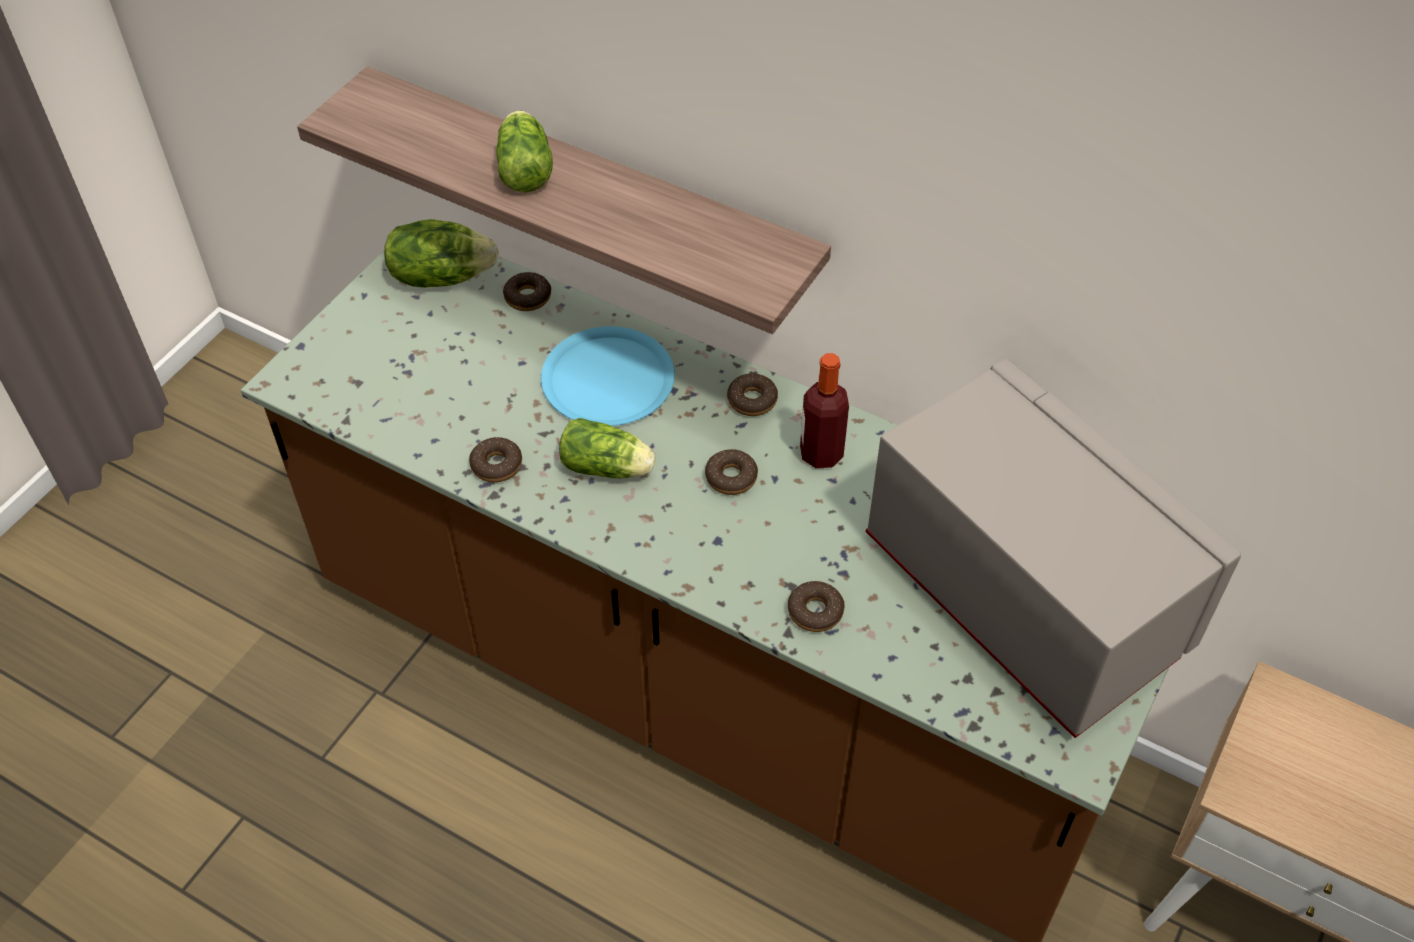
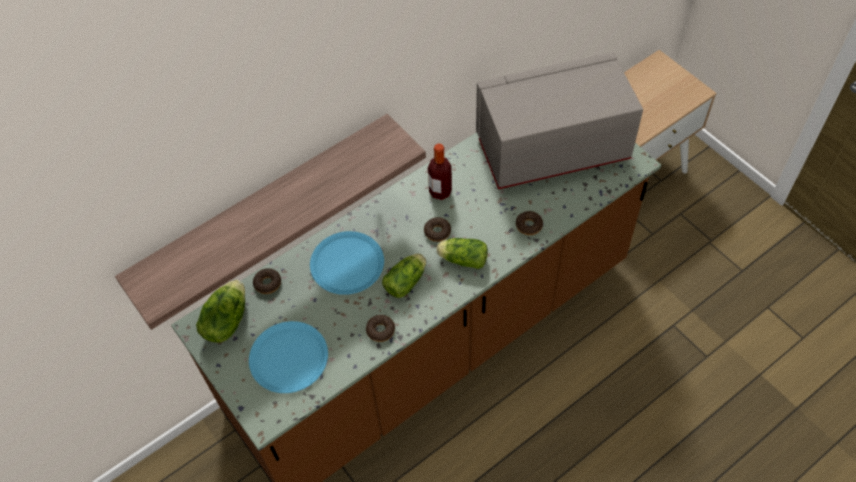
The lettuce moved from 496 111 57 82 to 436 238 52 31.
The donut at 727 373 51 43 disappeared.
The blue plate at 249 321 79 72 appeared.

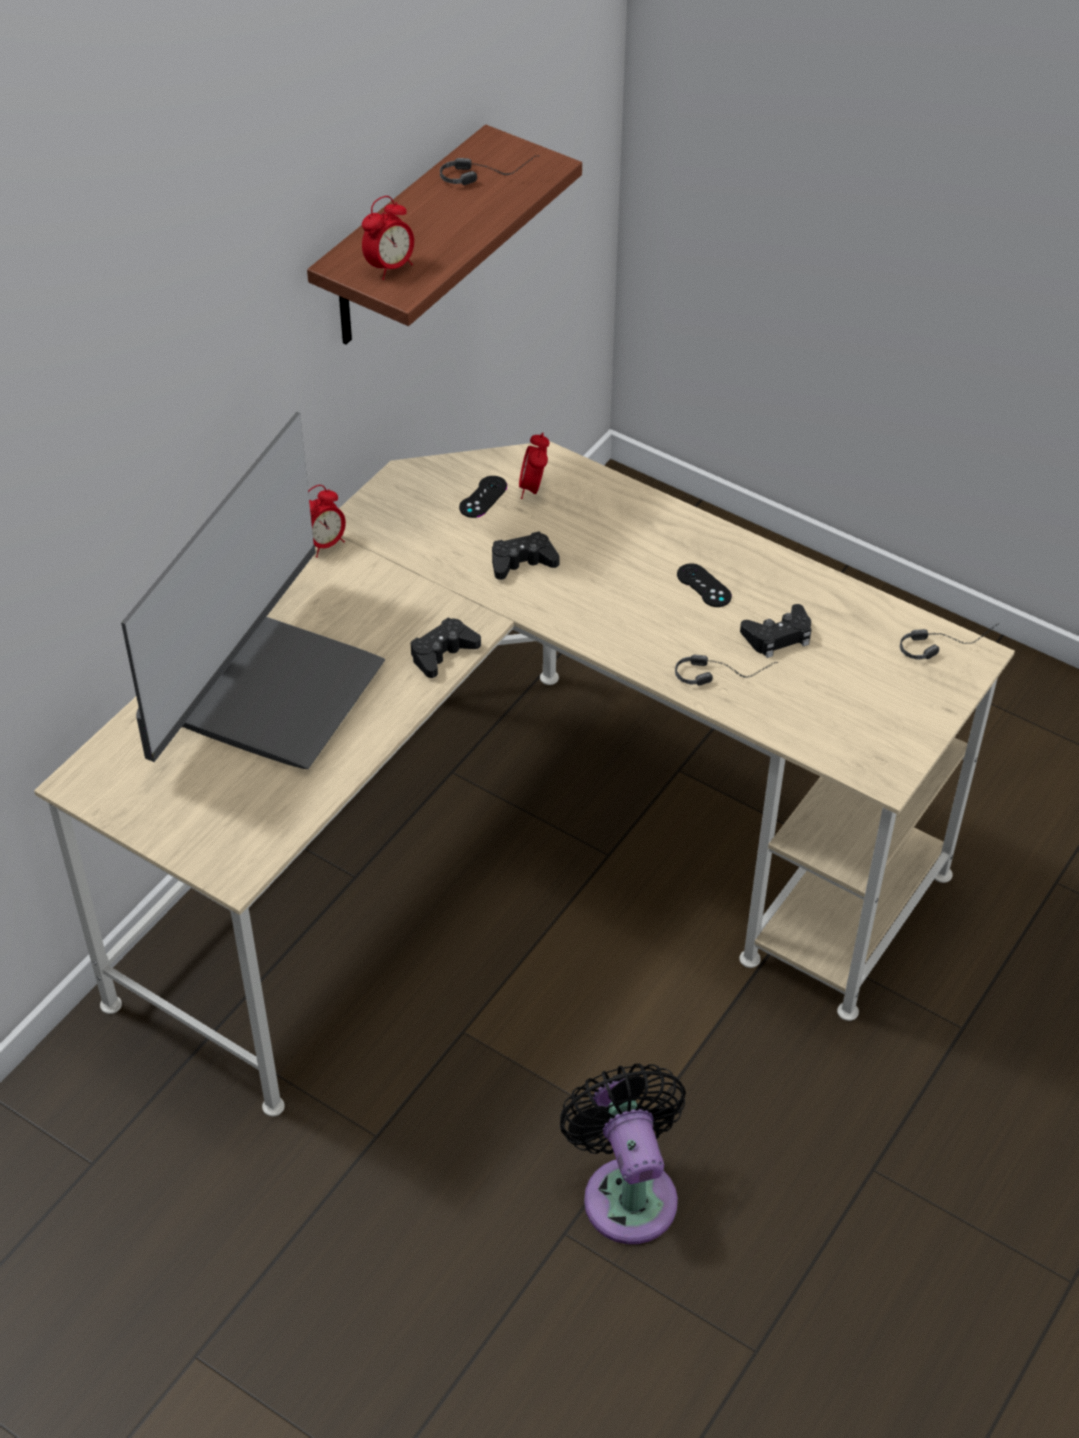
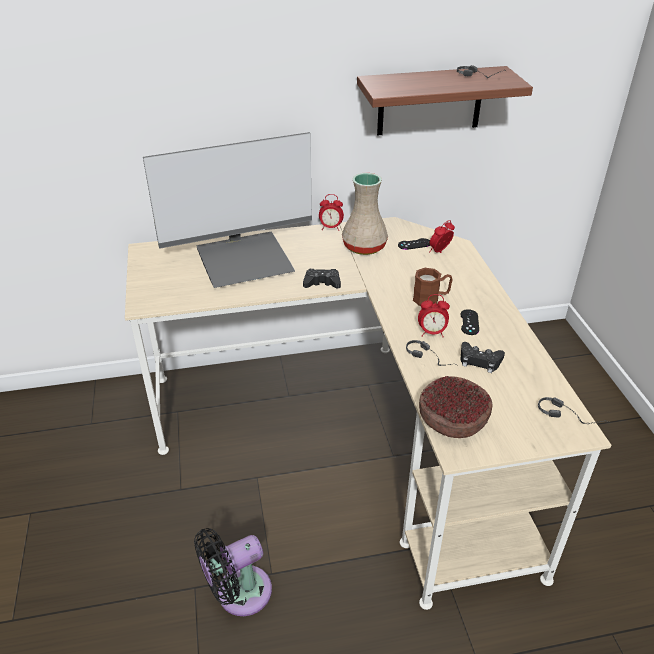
The alarm clock moved from 362 196 52 84 to 418 294 32 43.
The black game controller at 492 532 68 48 disappeared.
The black fan at 560 1064 126 180 turned 150 degrees counterclockwise.
The beige vase at 342 173 46 82 appeared.
The brown mug at 413 268 39 38 appeared.
The bowl at 419 376 74 62 appeared.

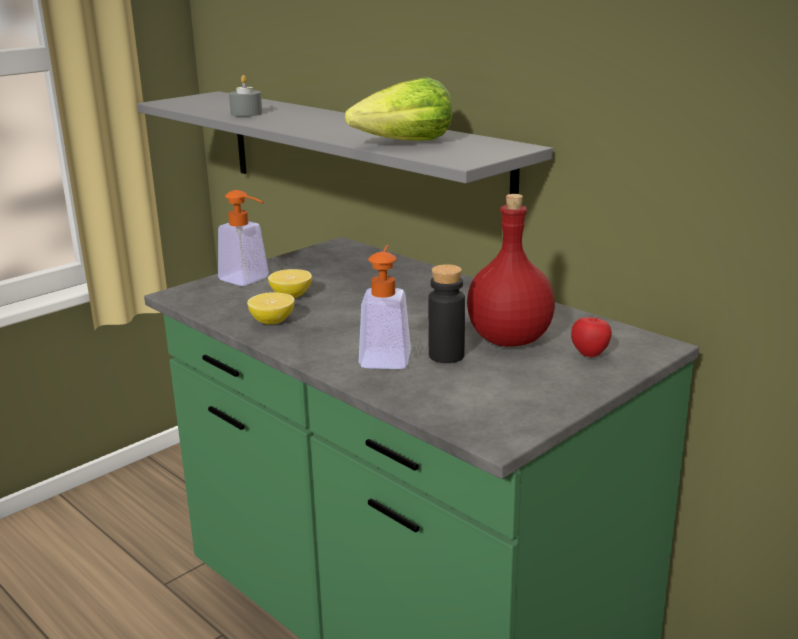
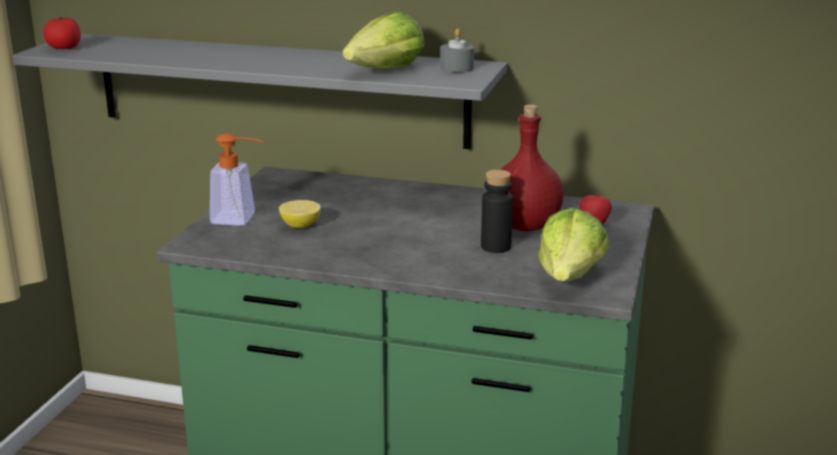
The grey candle moved from 229 75 33 42 to 440 29 34 44.
The soap dispenser at 359 245 52 124 disappeared.
The lemon at 247 292 48 32 disappeared.
The tomato at 43 17 38 32 appeared.
The lettuce at 538 208 71 74 appeared.

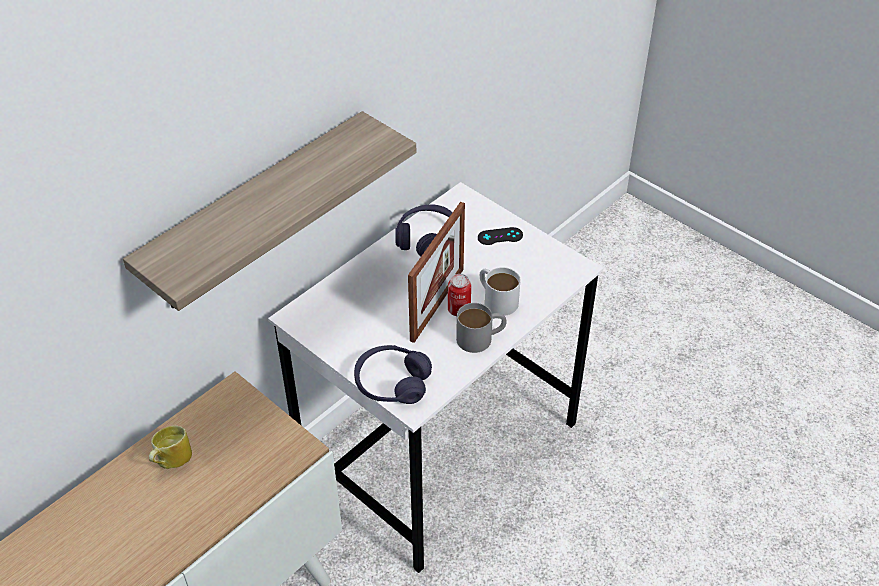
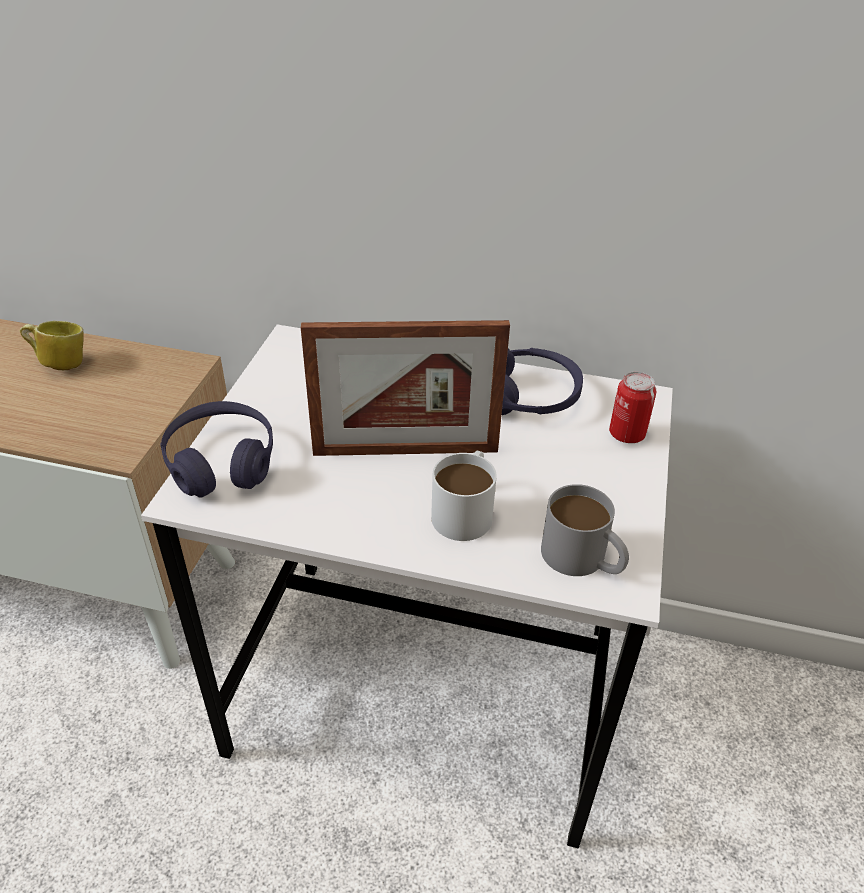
The shelf at 123 111 293 200 disappeared.
The black game controller at 478 227 45 18 disappeared.
The can moved from 448 274 23 42 to 609 372 48 71.
The grey mug moved from 456 303 51 50 to 541 484 88 92.

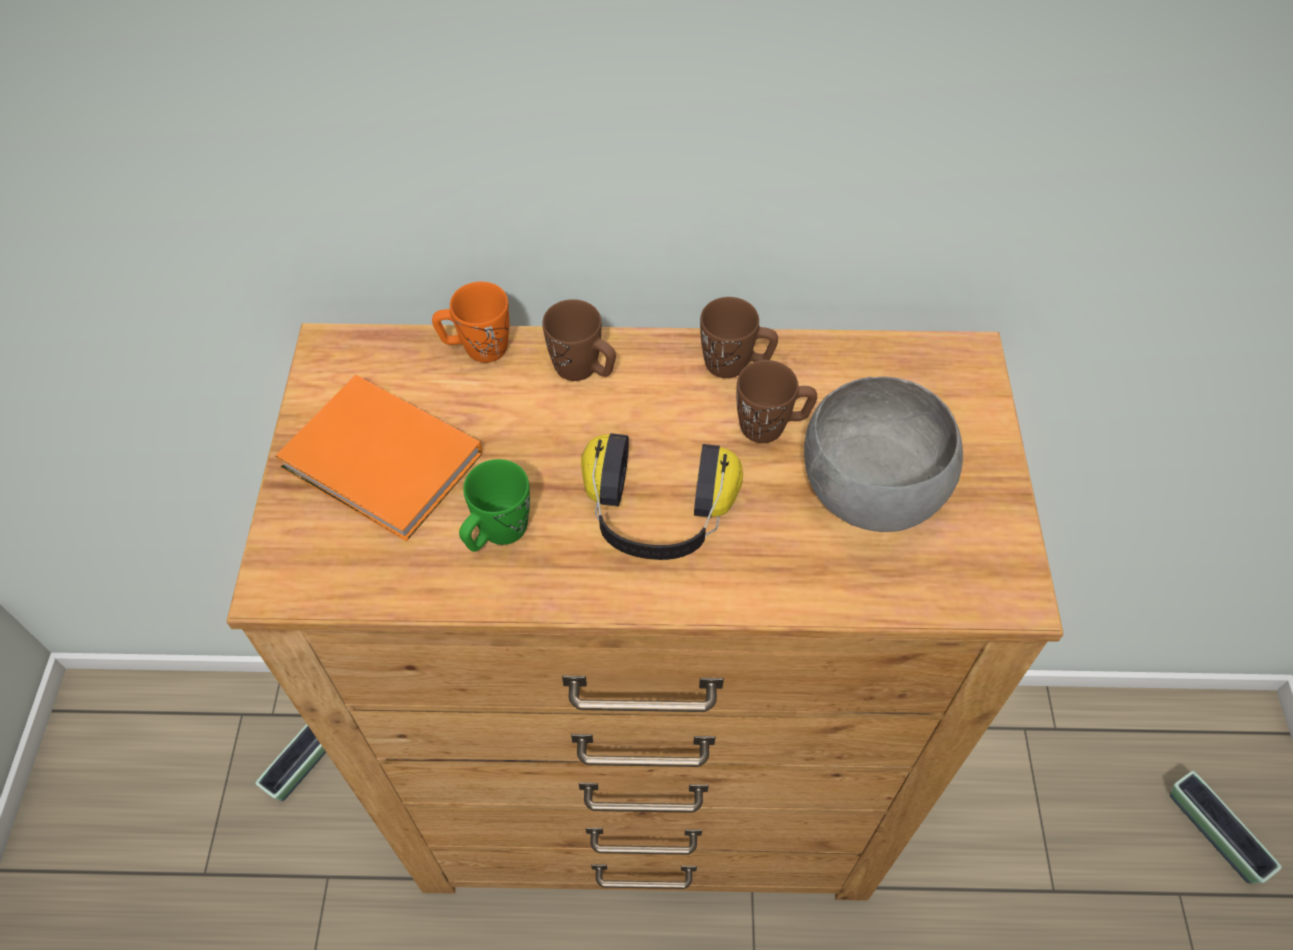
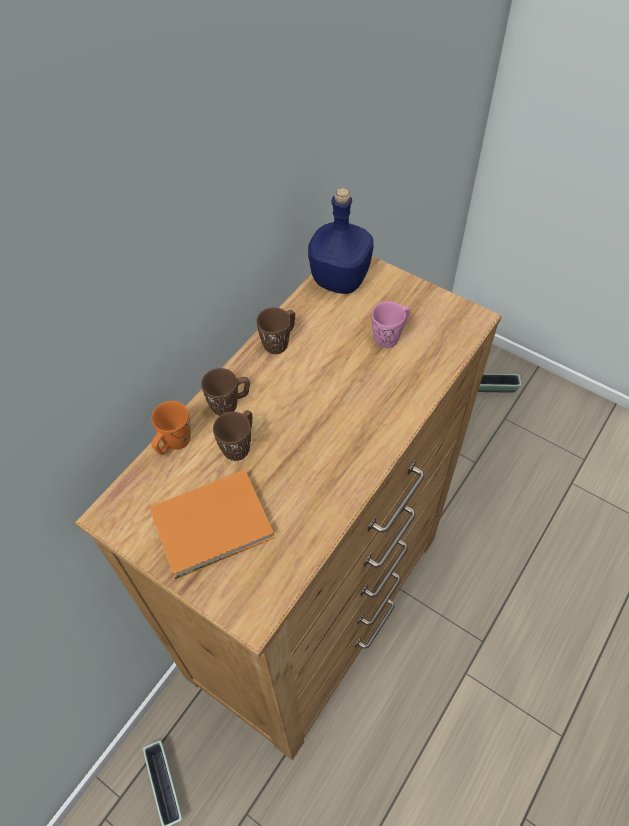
The brown mug moved from 737 360 80 83 to 213 410 40 51.
The grey bowl at 804 376 159 156 was replaced by the pink mug at 372 301 38 47.
The headphones at 581 433 162 127 disappeared.
The green mug at 459 459 71 93 disappeared.
The blue bottle at 308 188 66 106 appeared.

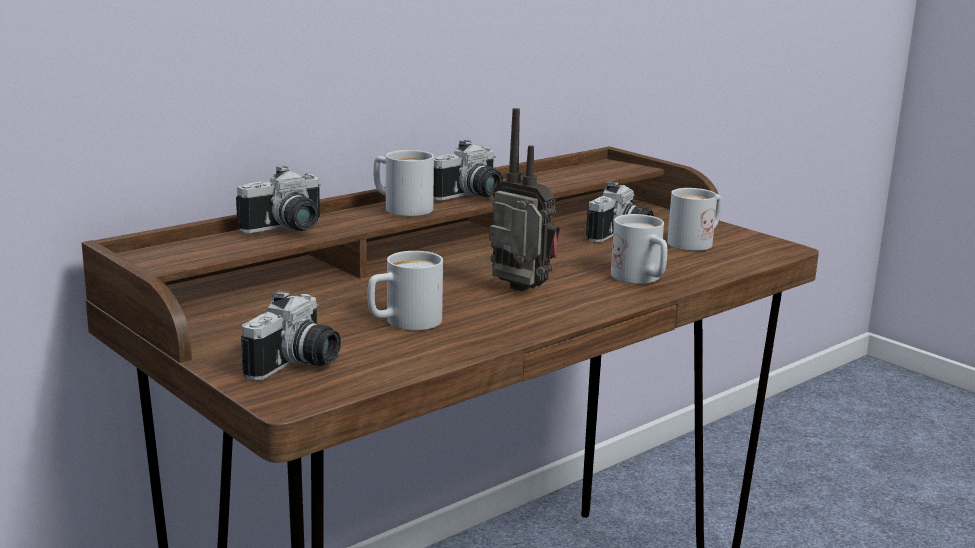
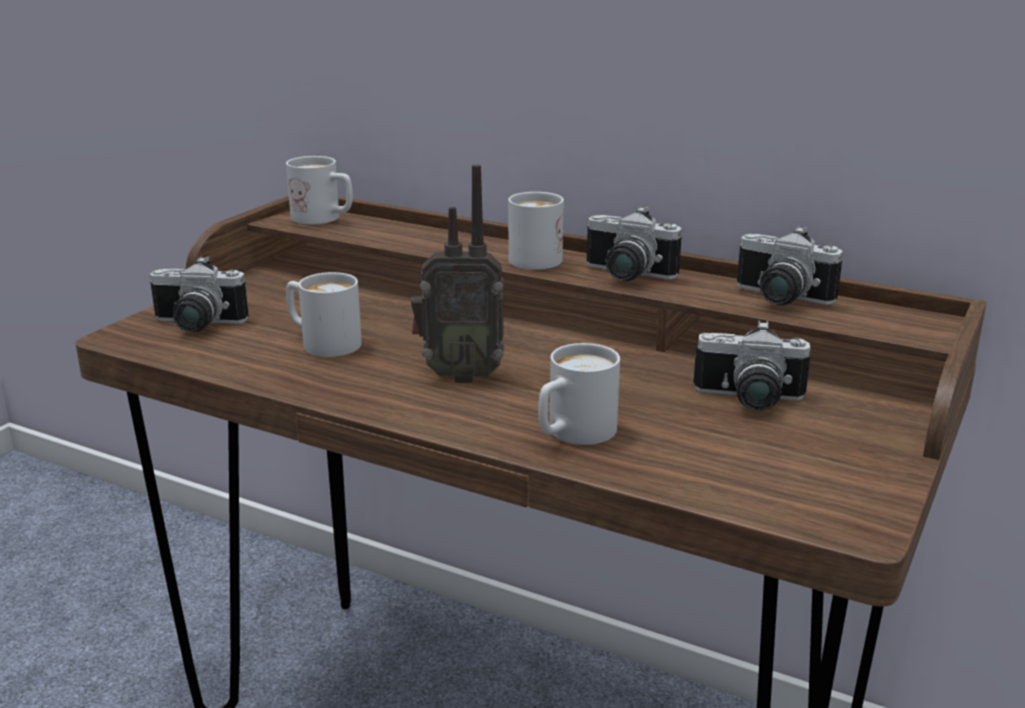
The radio at 489 108 71 183 turned 75 degrees clockwise.
The photo camera moved from 236 166 84 67 to 737 226 106 79.
The white mug moved from 667 188 55 63 to 286 156 67 69.

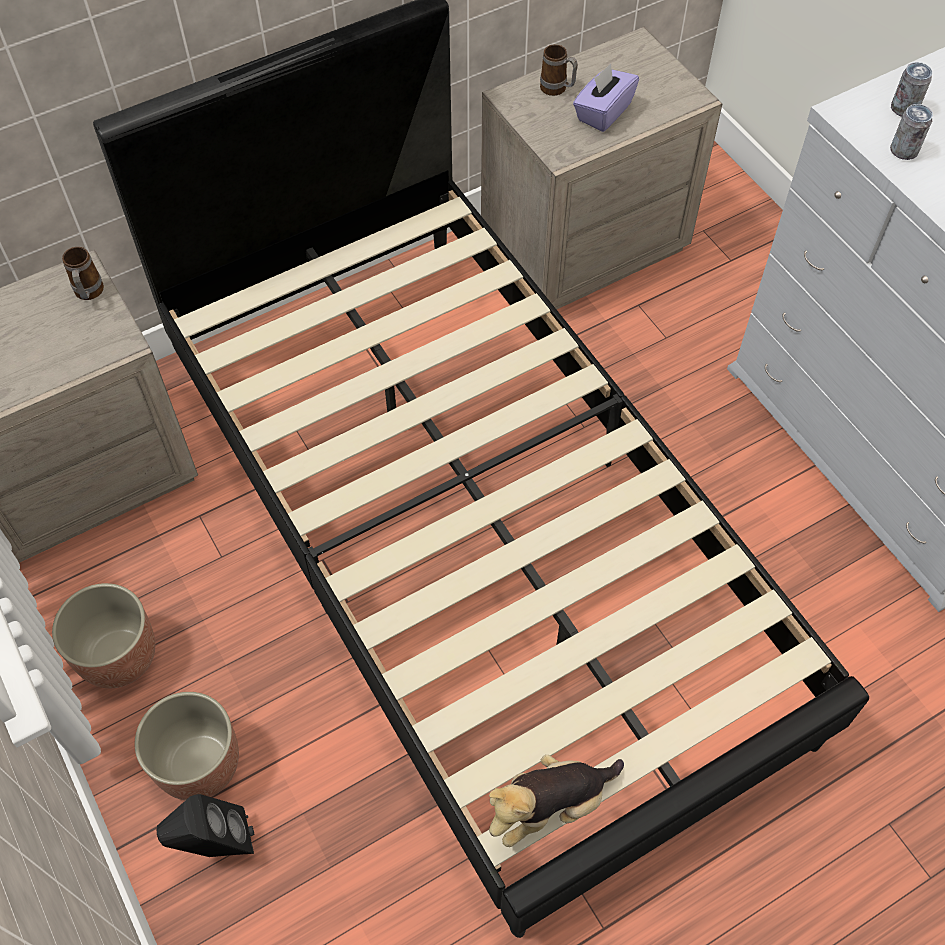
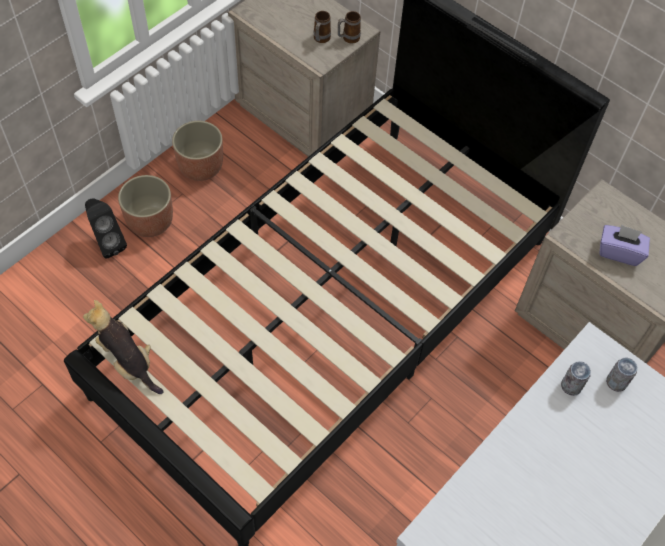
The mug moved from 540 44 38 52 to 313 11 18 32.

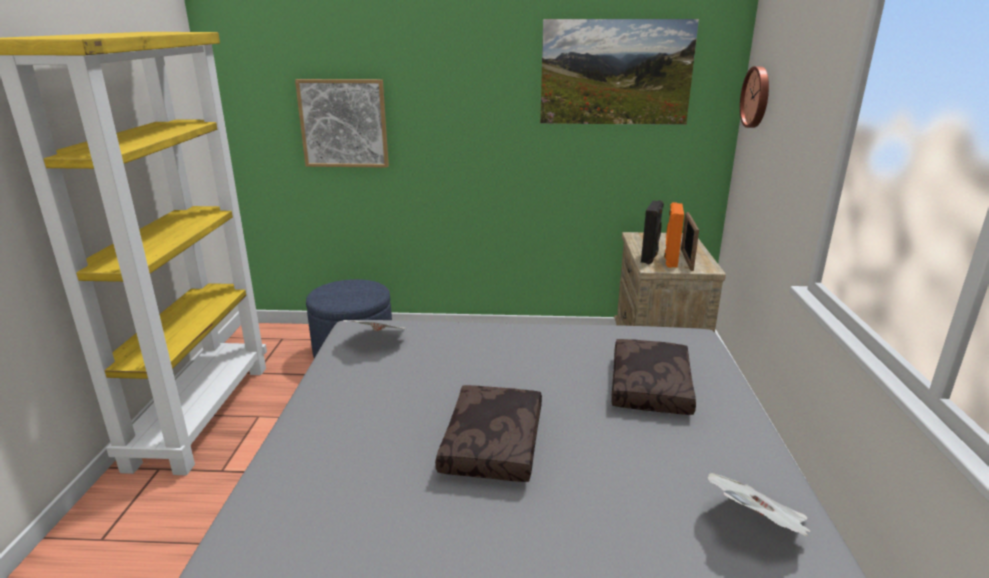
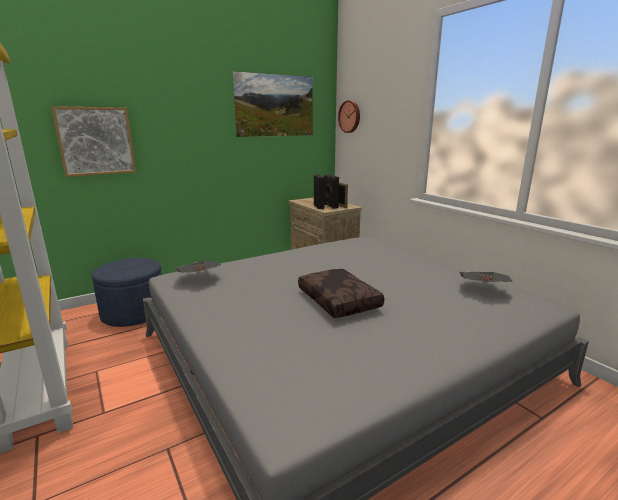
The orange speaker at 664 202 20 66 became the black speaker at 324 174 15 35.
The brown pillow at 611 339 85 76 disappeared.

